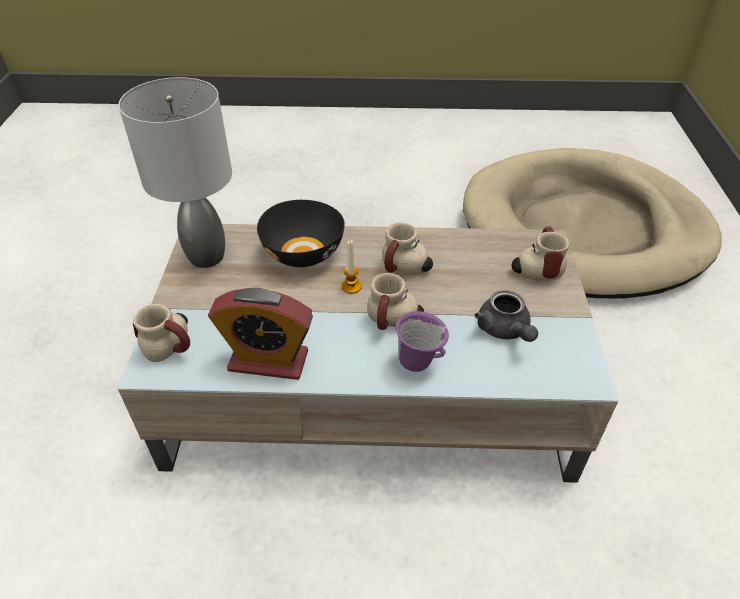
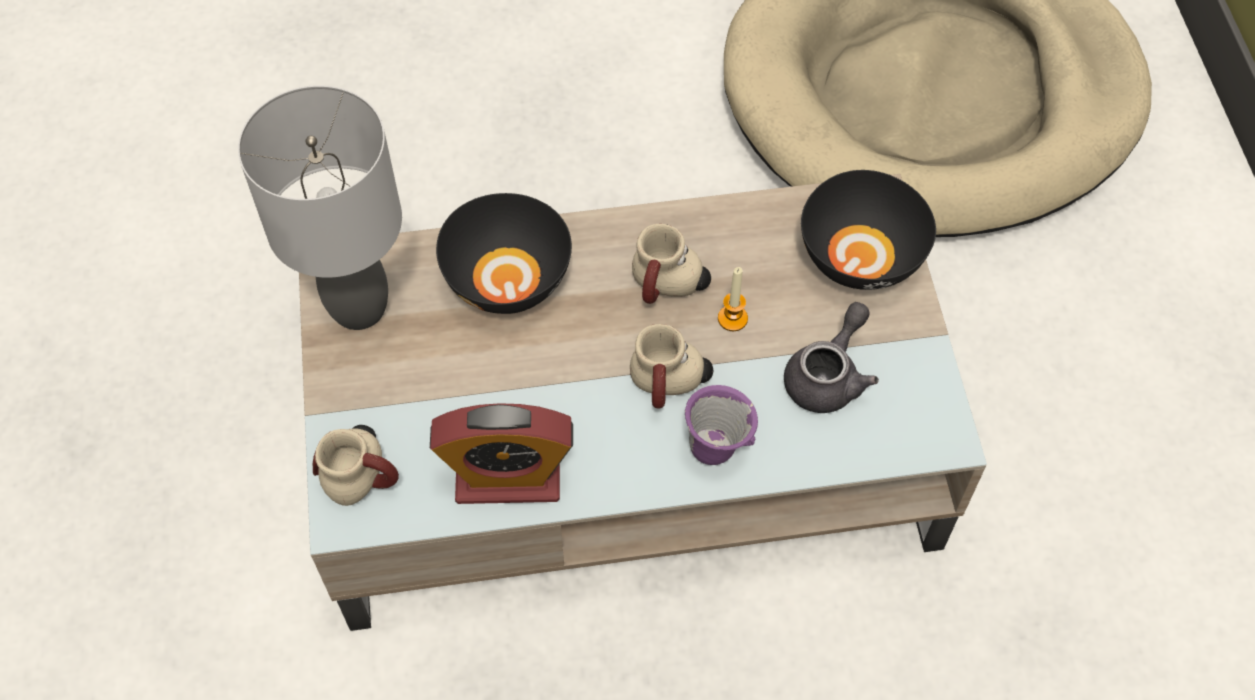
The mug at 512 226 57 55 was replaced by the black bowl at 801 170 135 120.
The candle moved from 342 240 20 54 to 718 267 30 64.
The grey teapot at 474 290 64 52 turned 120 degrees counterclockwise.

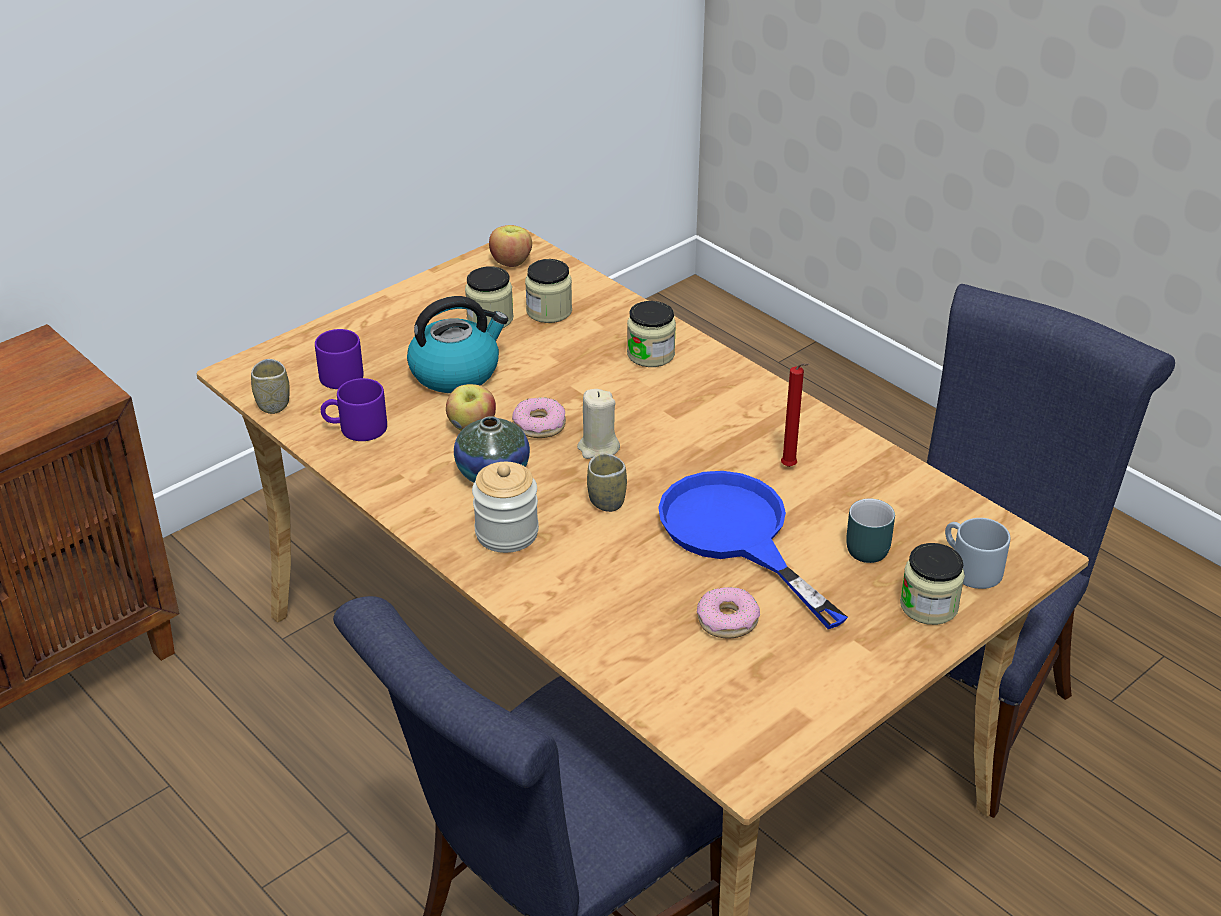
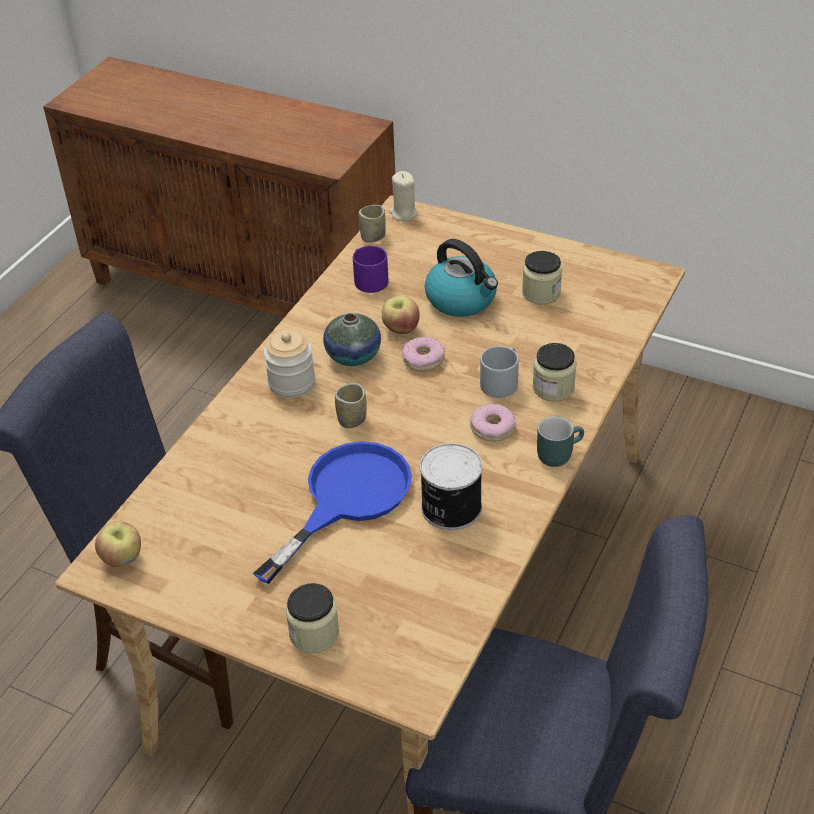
The apple moved from 489 225 43 42 to 95 521 46 46.
The jar at 525 259 47 64 disappeared.
The purple mug at 315 329 49 60 disappeared.
The red candle at 781 363 29 104 was replaced by the can at 420 443 62 87.
The beige candle moved from 577 389 43 70 to 389 171 29 50.
The turquoise mug moved from 846 499 49 64 to 537 416 47 51.
The grey mug moved from 945 518 65 71 to 480 346 39 52.
The donut moved from 697 587 63 52 to 470 404 46 37.

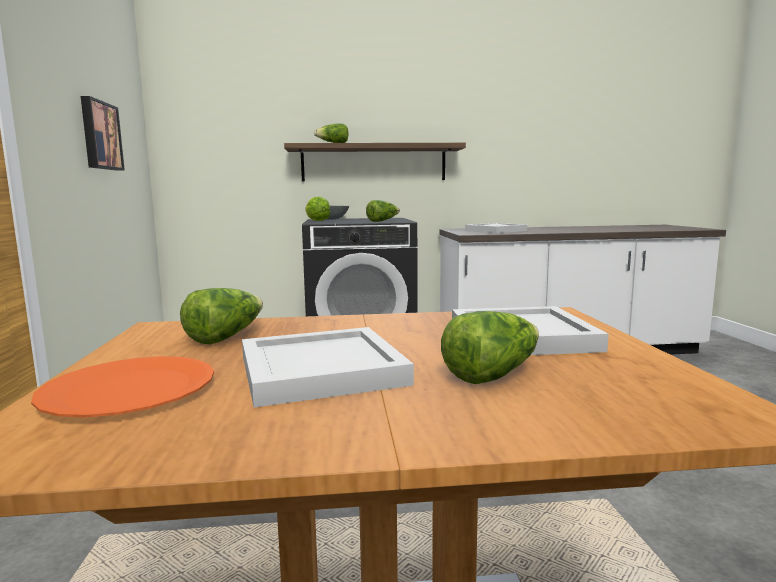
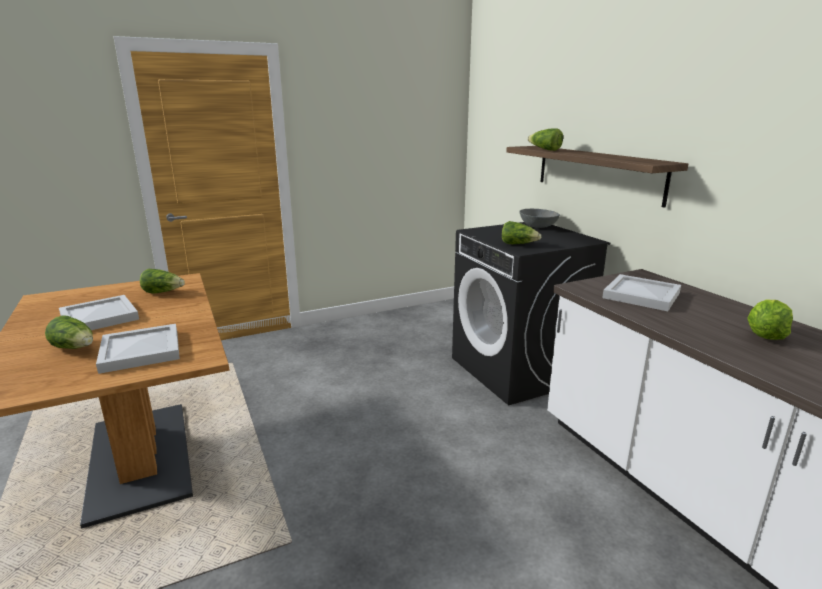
The picture at 81 96 44 75 disappeared.
The lettuce moved from 305 196 26 25 to 747 299 46 41.
The orange plate at 31 356 183 62 disappeared.

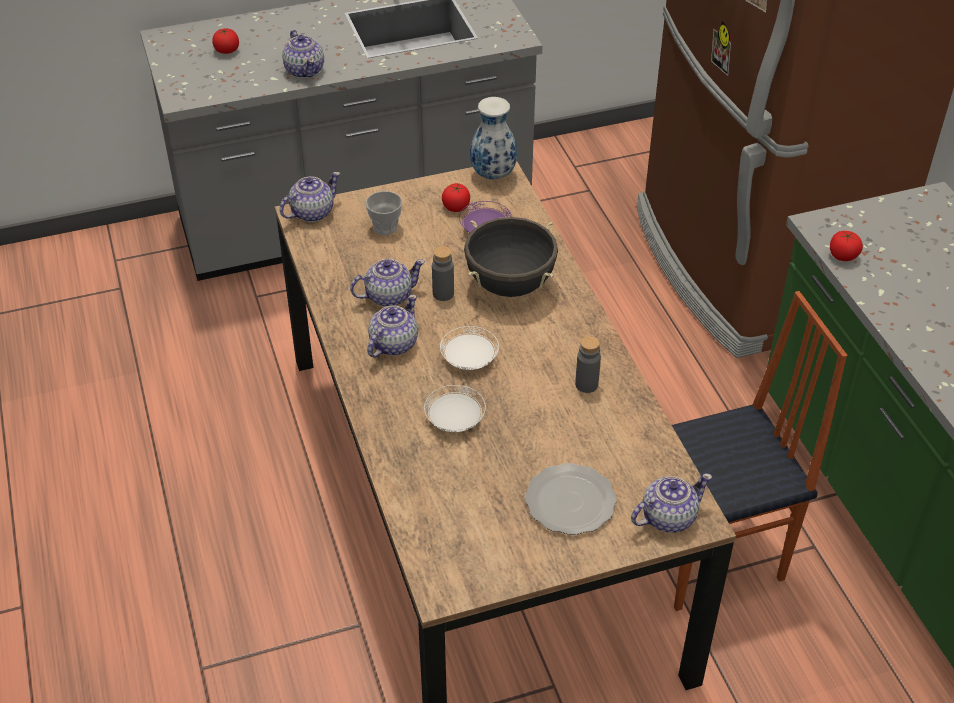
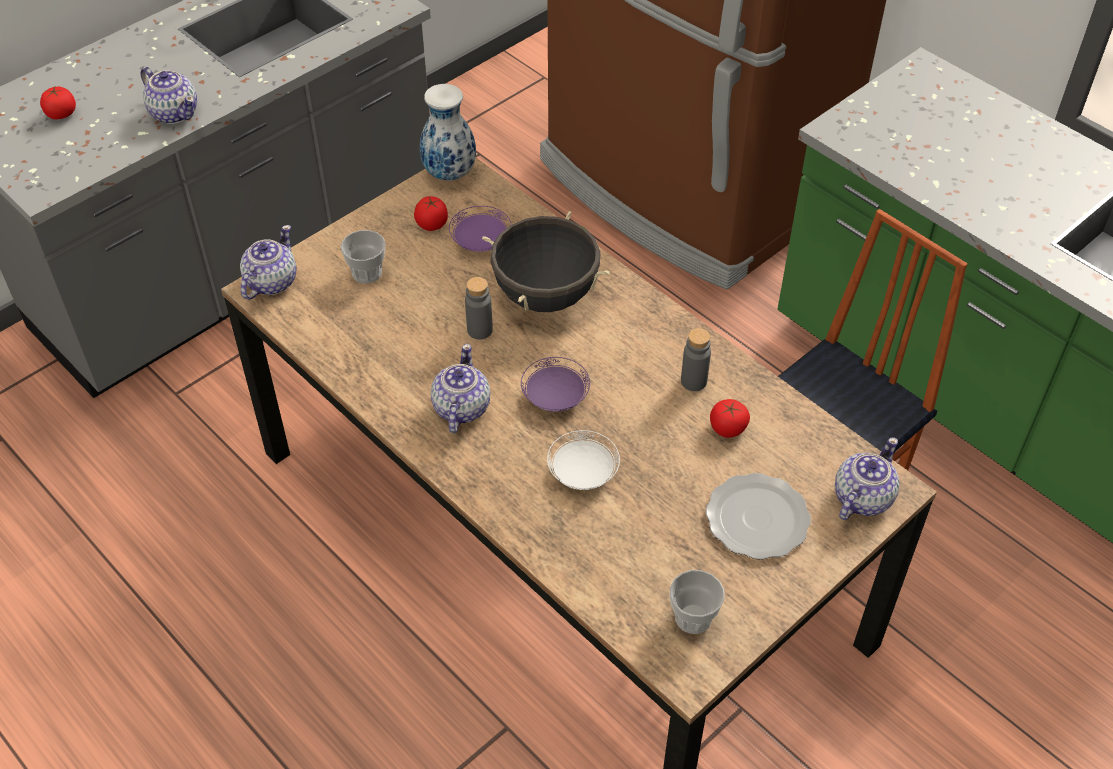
The tomato moved from 830 231 33 30 to 710 399 40 39.
The teapot at 350 259 75 48 disappeared.
The white plate at 440 326 59 44 became the purple plate at 521 357 69 55.
The cup at 670 570 54 64 appeared.

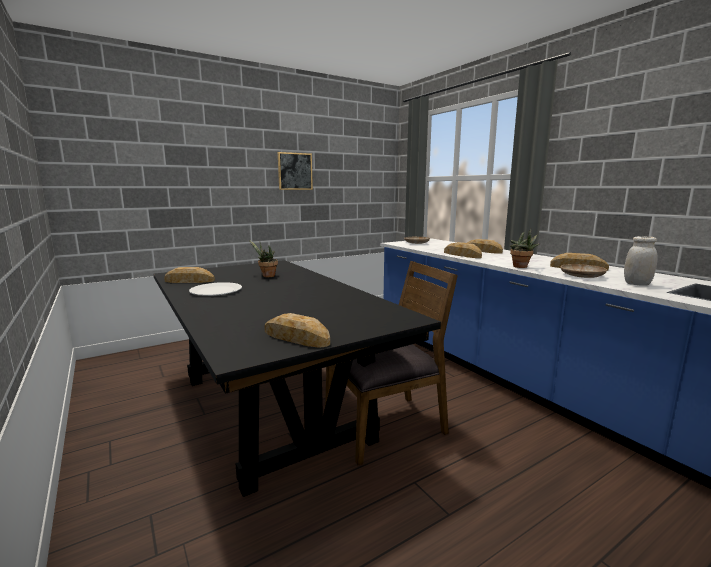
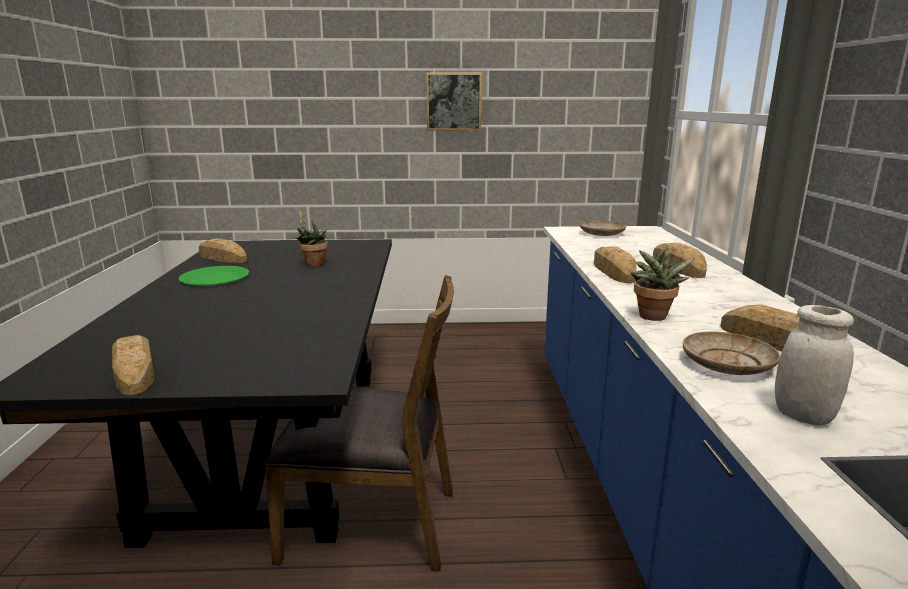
The white plate at 189 282 53 14 became the green plate at 178 266 71 20.

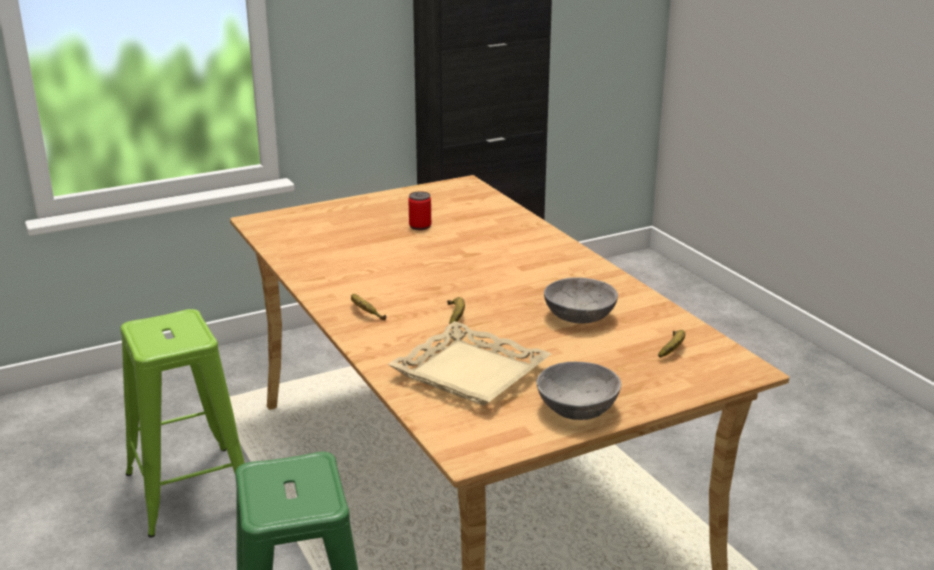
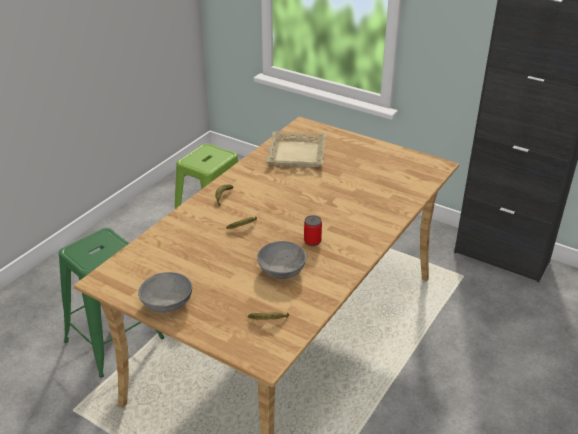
The can moved from 408 191 23 39 to 304 215 18 31.
The beige tray moved from 388 321 163 85 to 266 131 60 36.

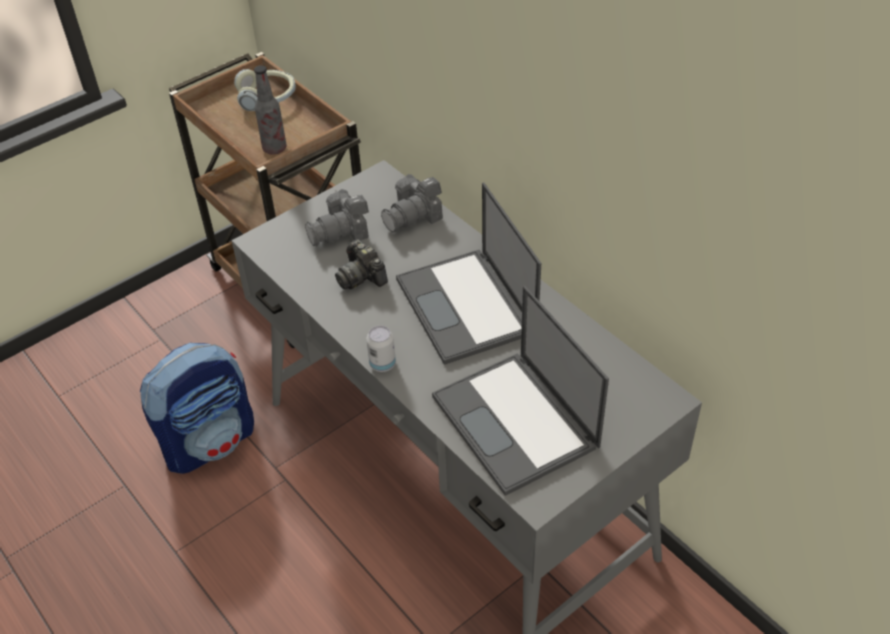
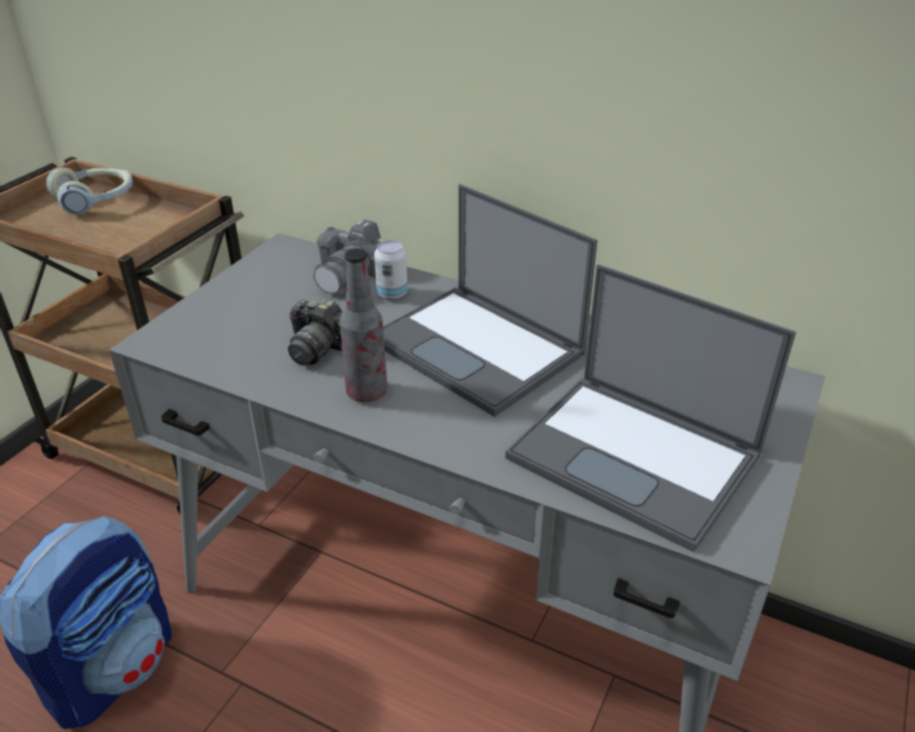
The bottle moved from 254 65 33 90 to 340 249 47 153.
The photo camera at 305 189 64 57 disappeared.
The can moved from 366 326 30 46 to 374 240 34 60.

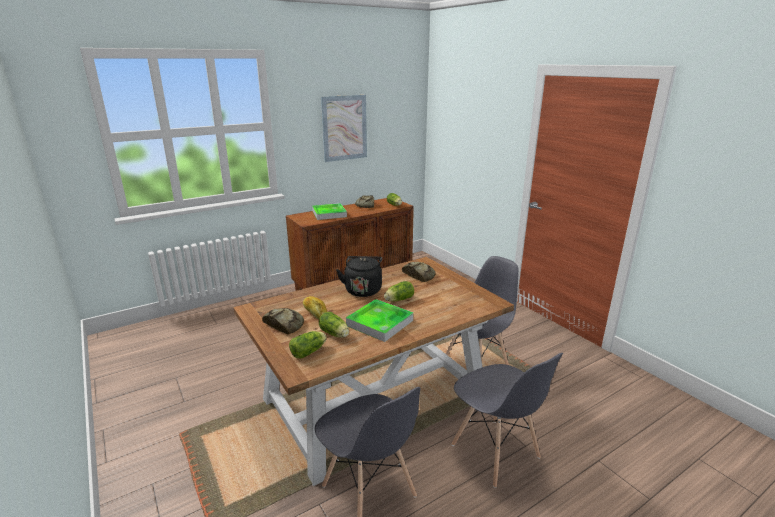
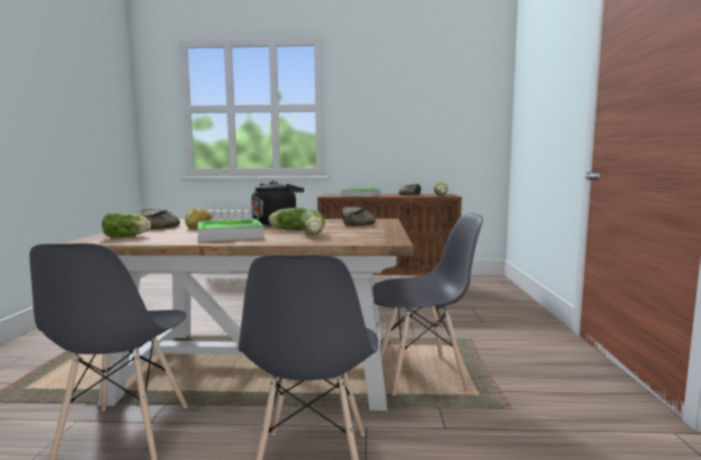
The picture at 321 95 46 67 disappeared.
The lettuce moved from 319 312 30 26 to 300 210 25 25.

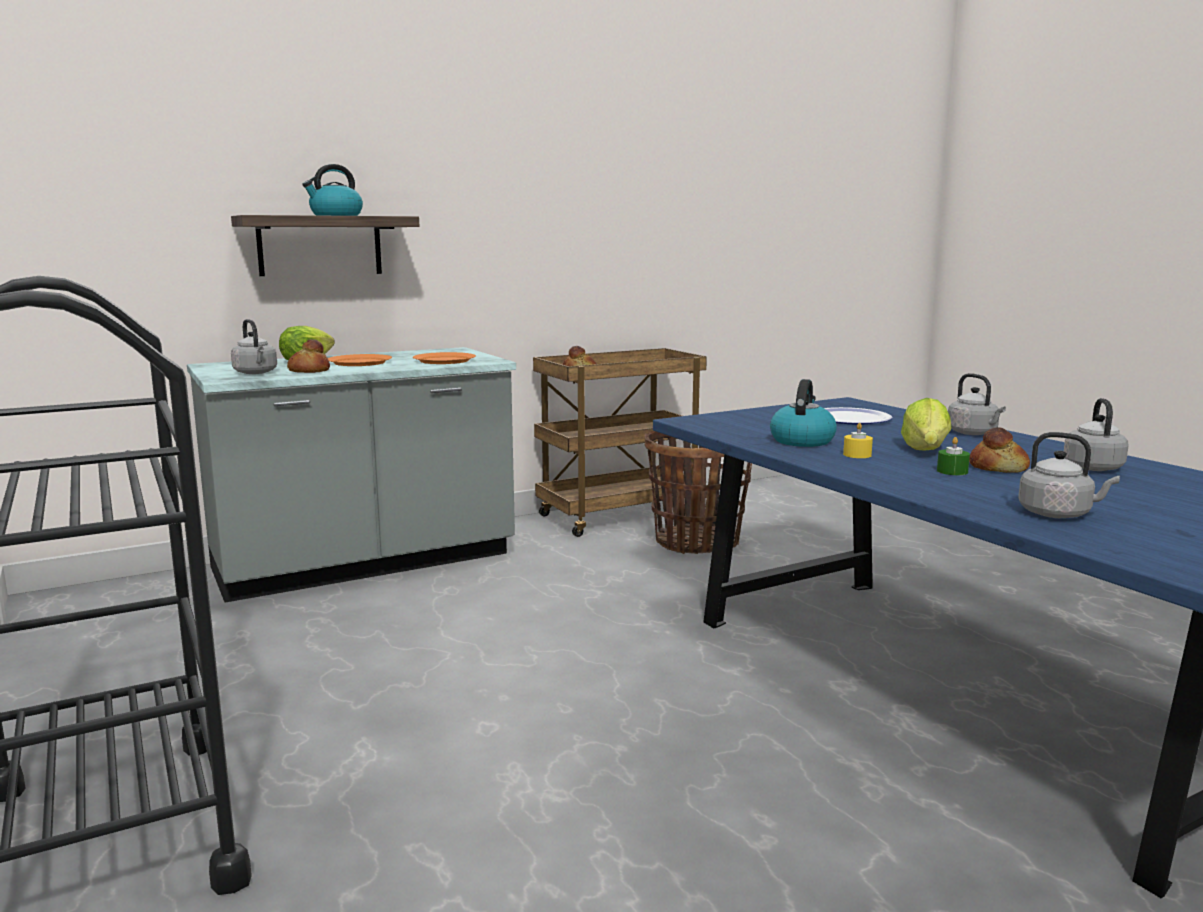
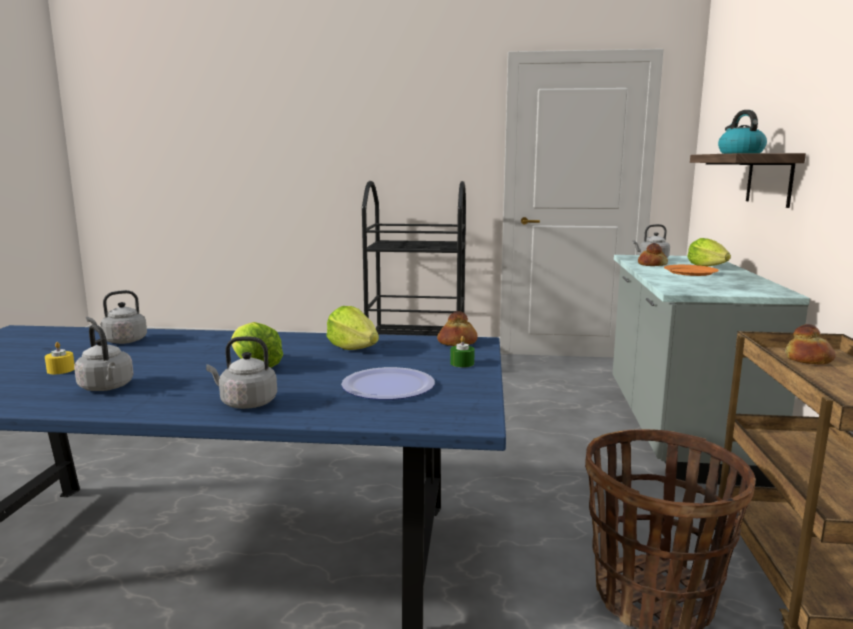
The orange plate at 413 352 63 12 disappeared.
The kettle at 770 379 67 68 was replaced by the lettuce at 327 306 52 44.
The yellow candle moved from 843 423 30 35 to 45 342 30 32.
The bread moved from 969 427 61 46 to 437 311 41 35.
The green candle moved from 937 437 33 38 to 450 336 25 31.

